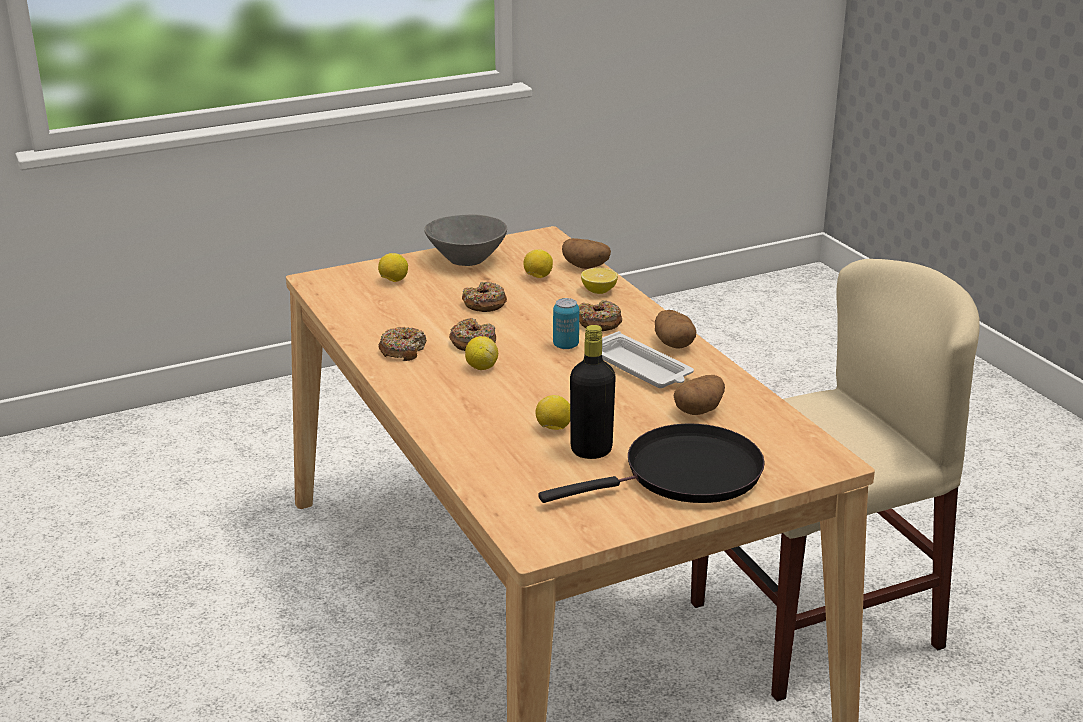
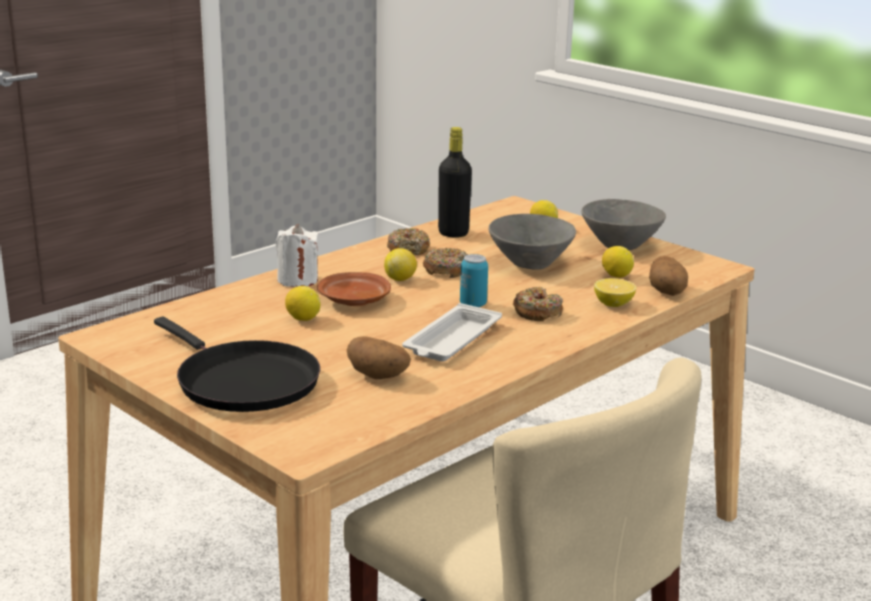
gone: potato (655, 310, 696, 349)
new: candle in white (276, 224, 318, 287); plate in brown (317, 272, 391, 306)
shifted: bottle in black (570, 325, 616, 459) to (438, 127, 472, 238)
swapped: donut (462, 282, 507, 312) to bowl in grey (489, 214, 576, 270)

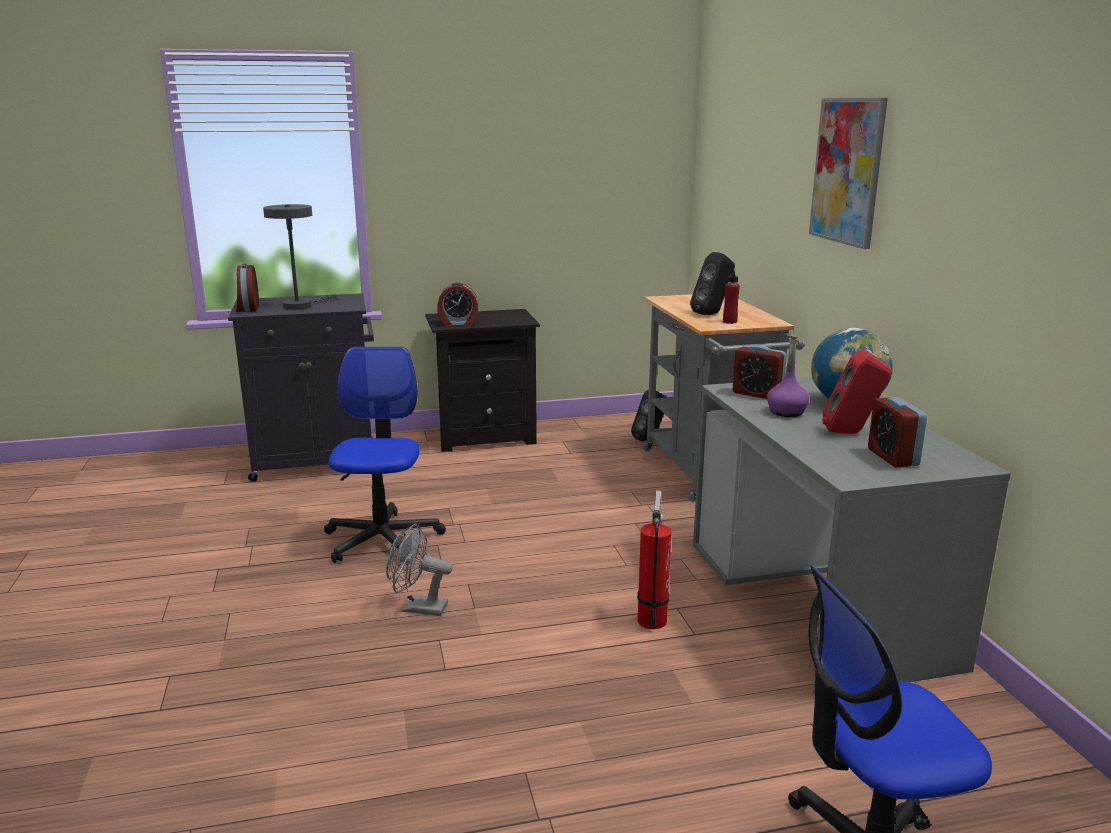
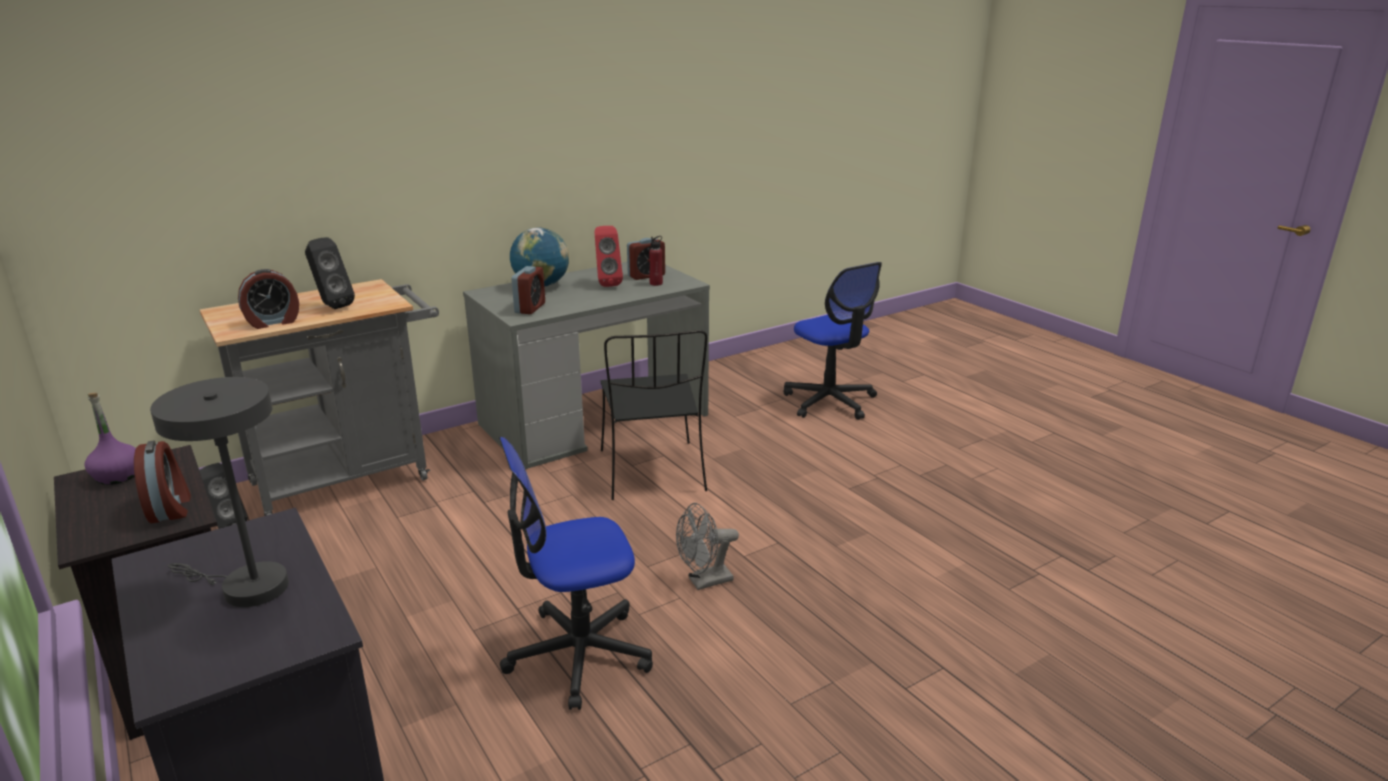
gone: picture (809, 98, 888, 249)
shifted: alarm clock (236, 263, 259, 312) to (238, 269, 299, 329); bottle in red (723, 269, 740, 324) to (649, 236, 663, 286); bottle in purple (767, 335, 809, 417) to (84, 393, 136, 485)
swapped: fire extinguisher (637, 491, 671, 629) to chair in black (600, 330, 707, 500)
rotated: fan in grey (386, 523, 452, 616) = (676, 503, 739, 590) 75 degrees clockwise

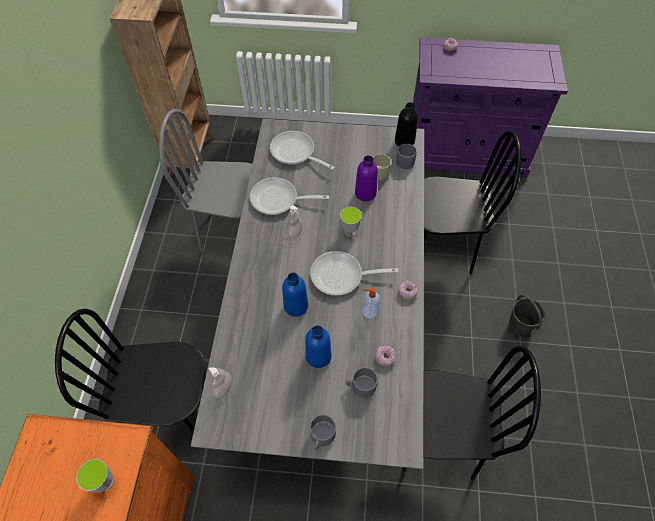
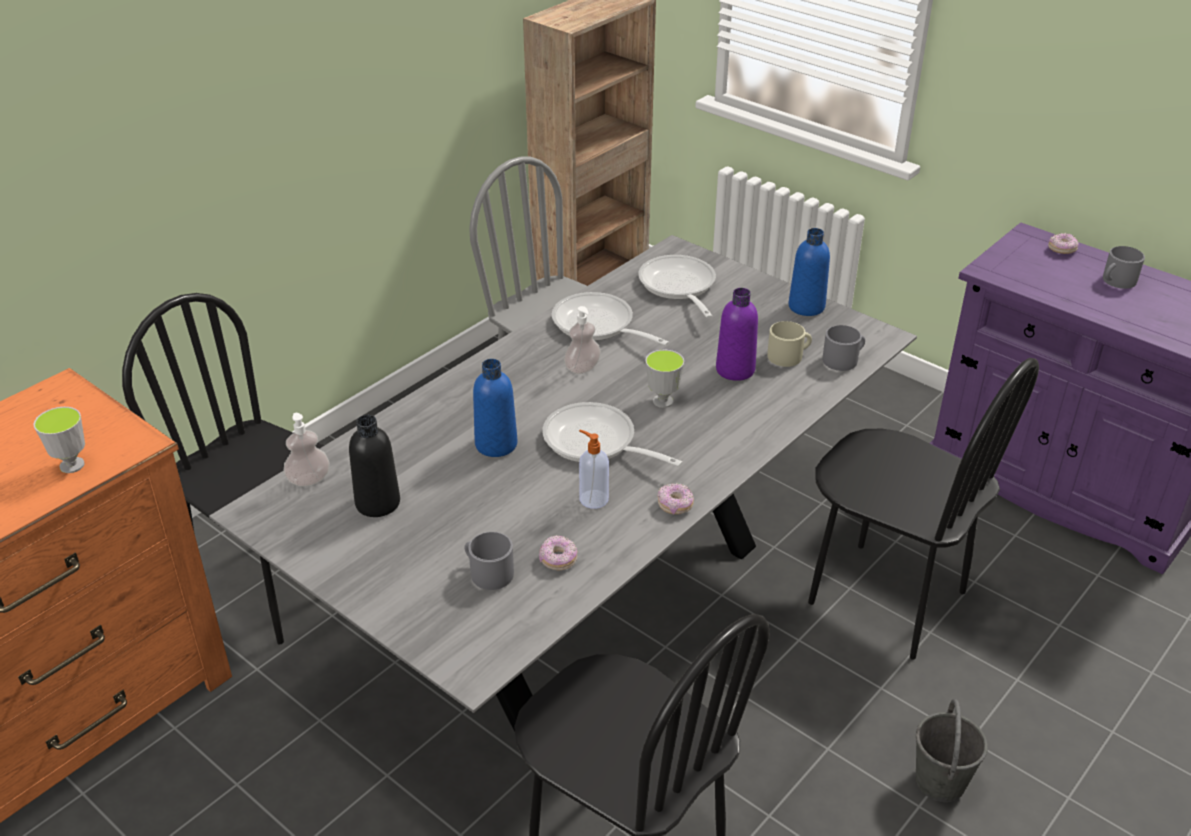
shifted: bottle in blue (305, 325, 332, 368) to (789, 228, 830, 316); mug in grey (310, 414, 336, 450) to (1103, 246, 1145, 289); bottle in black (395, 102, 418, 147) to (349, 415, 400, 517)

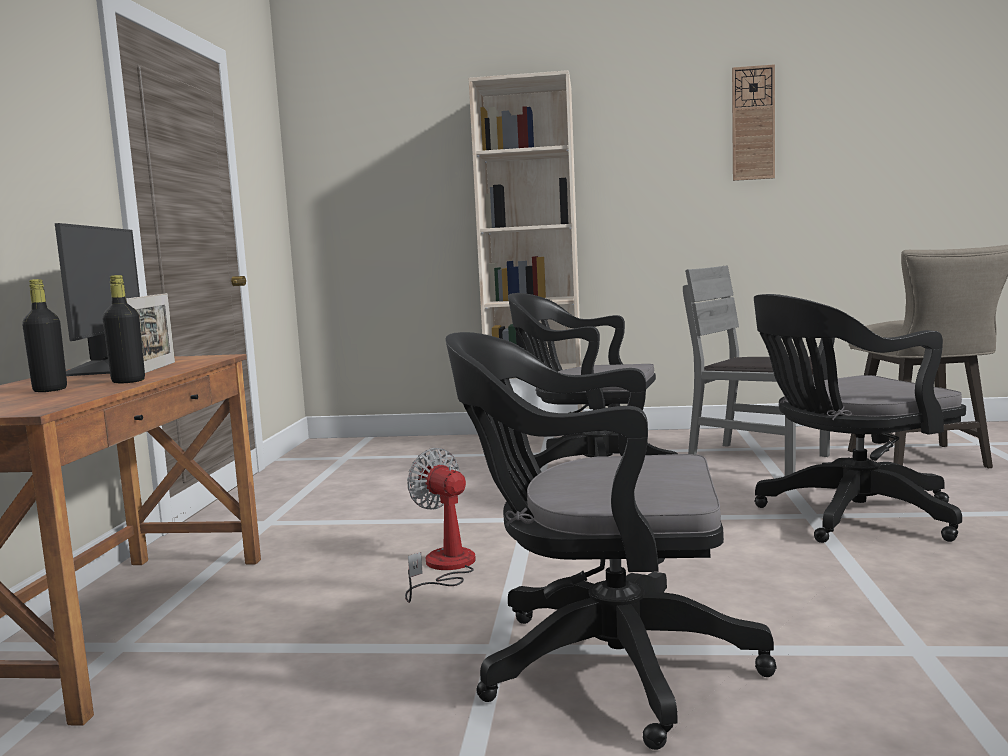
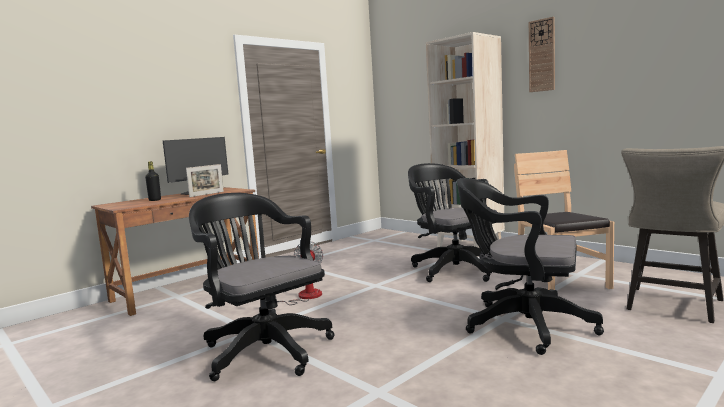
gone: bottle in black (102, 275, 145, 383)
shifted: wall clock (732, 64, 775, 181) to (529, 17, 555, 92)
repainted: chair in grey (683, 266, 830, 476) to chair in brown (514, 150, 614, 290)

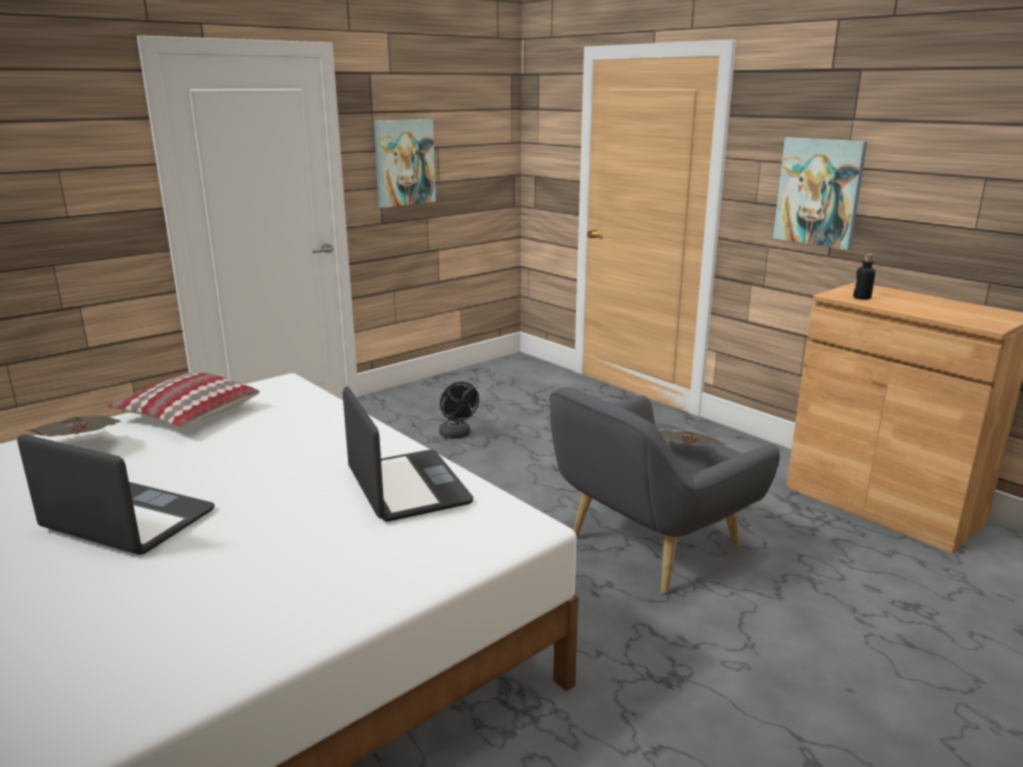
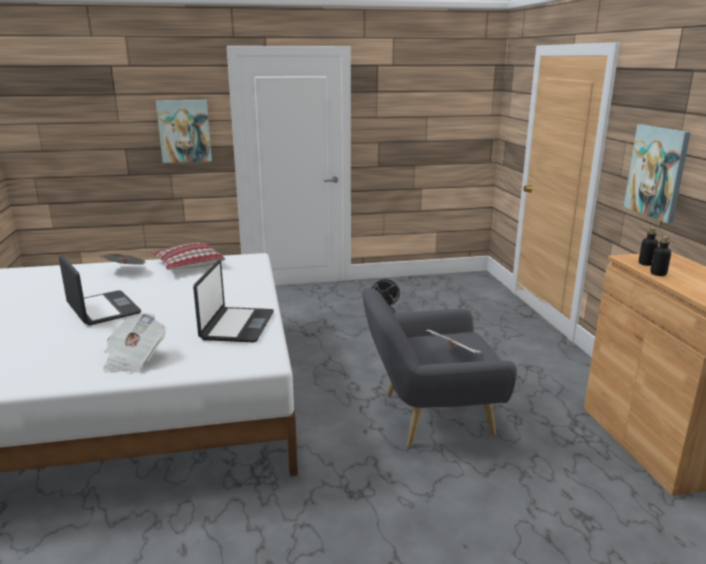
new: newspaper (103, 313, 166, 373); bottle (650, 236, 671, 276)
shifted: picture (374, 119, 436, 208) to (156, 100, 212, 163)

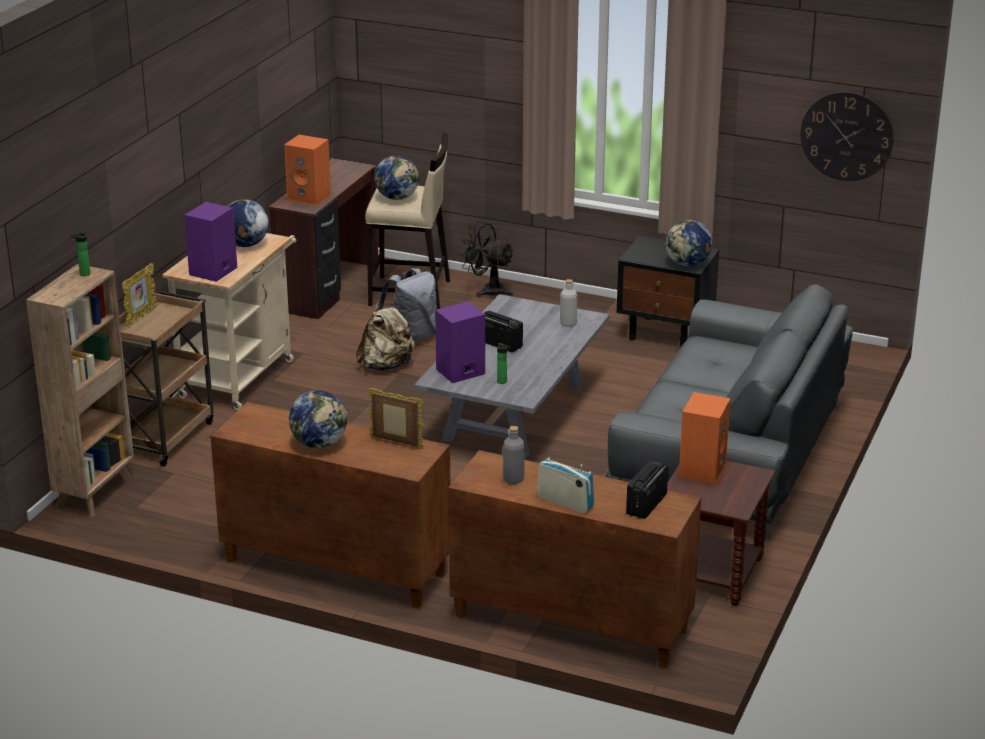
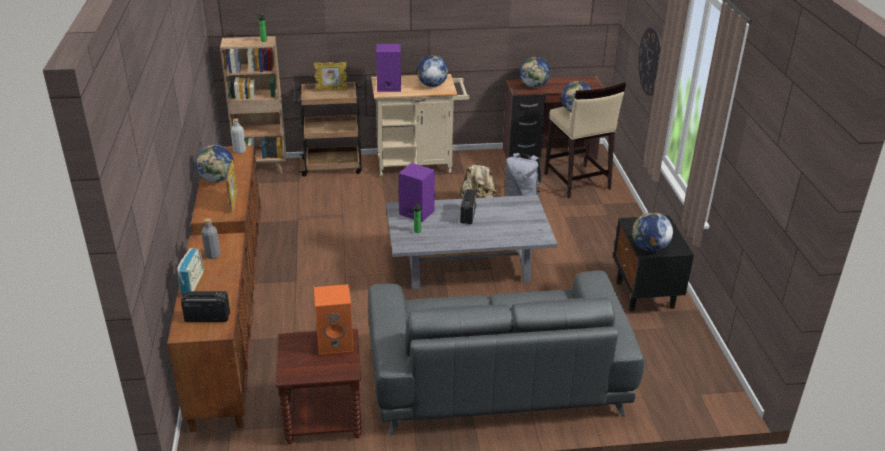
gone: fan in black (461, 222, 514, 298)
shifted: bottle in grey (560, 279, 578, 327) to (231, 119, 246, 154); wall clock (800, 91, 894, 181) to (638, 28, 662, 96)
swapped: speaker in orange (284, 135, 331, 205) to globe (520, 57, 550, 88)

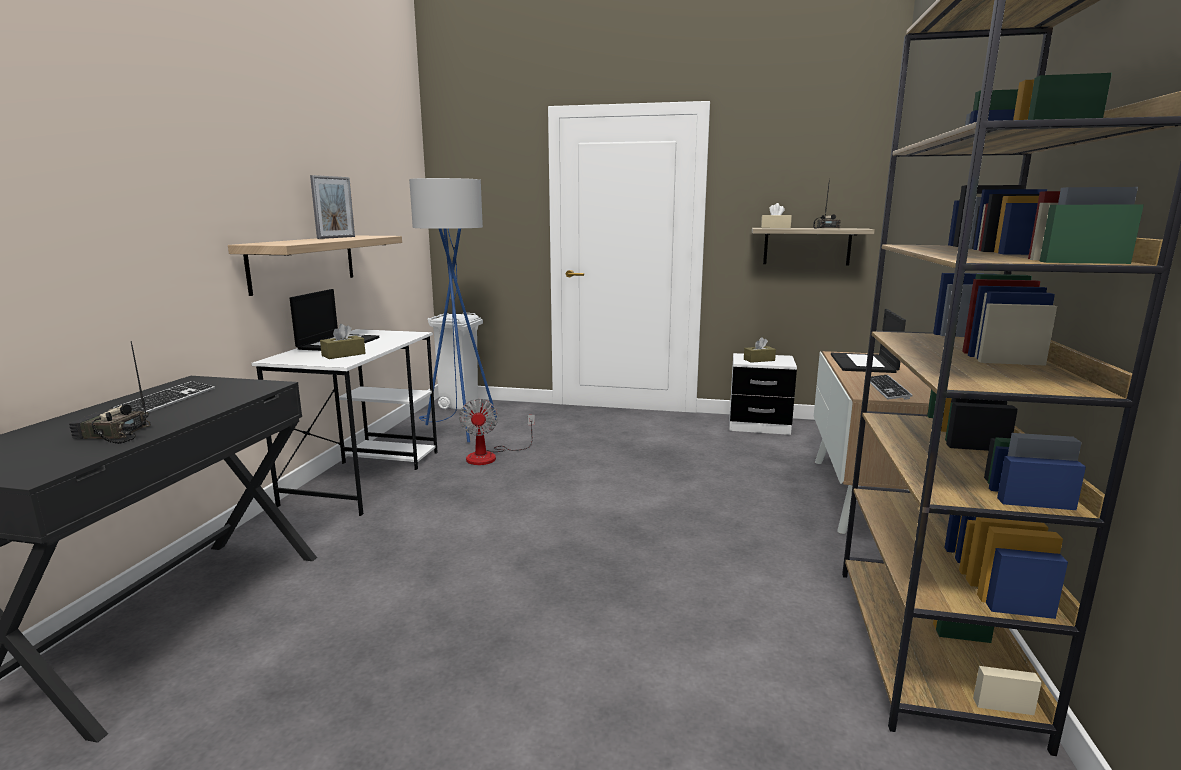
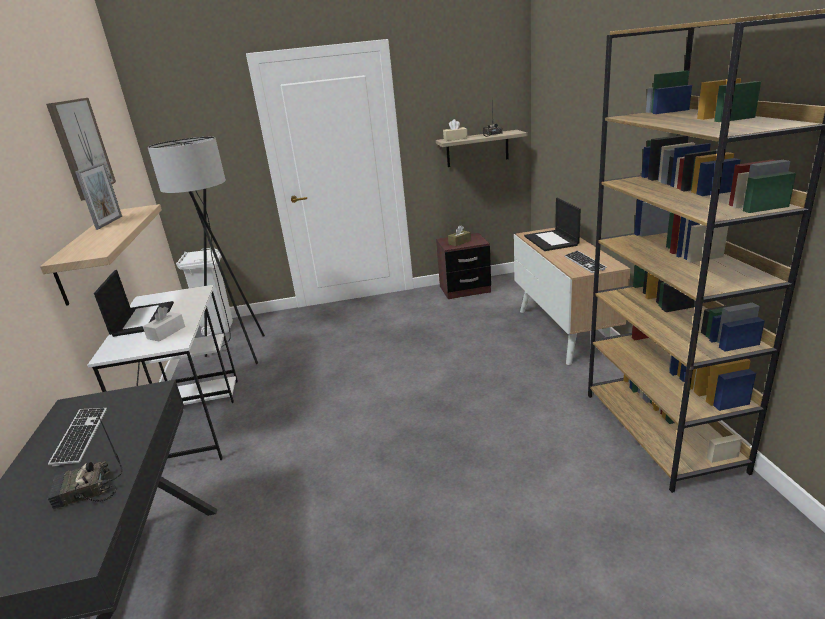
gone: fan (459, 399, 535, 465)
new: picture (46, 98, 116, 201)
repainted: tissue box in brown (320, 324, 366, 359) to tissue box in white (143, 307, 185, 342); floor lamp in blue (409, 178, 497, 442) to floor lamp in black (148, 137, 265, 364); nightstand in white (729, 353, 797, 435) to nightstand in brown (436, 233, 491, 299)

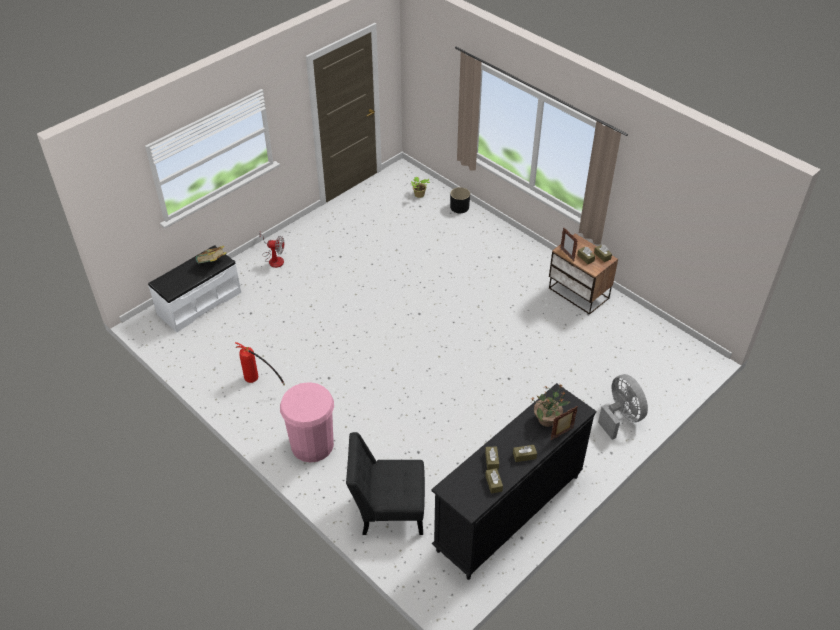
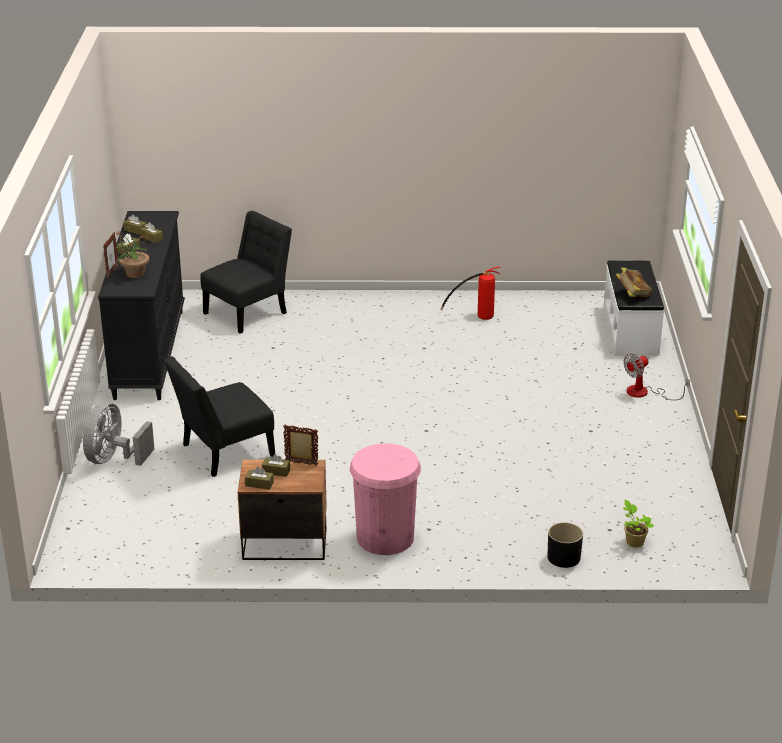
new: chair in black (164, 356, 275, 477)
shifted: trash can in pink (280, 382, 334, 462) to (350, 443, 421, 555)
rotated: fan in grey (598, 374, 648, 440) = (83, 402, 154, 466) 90 degrees clockwise

